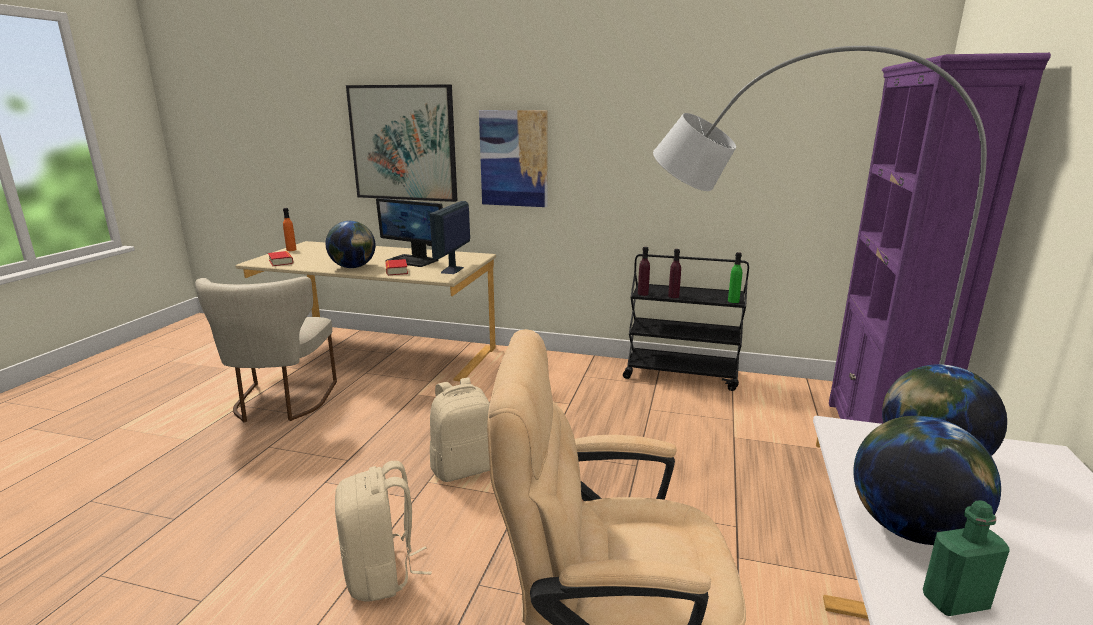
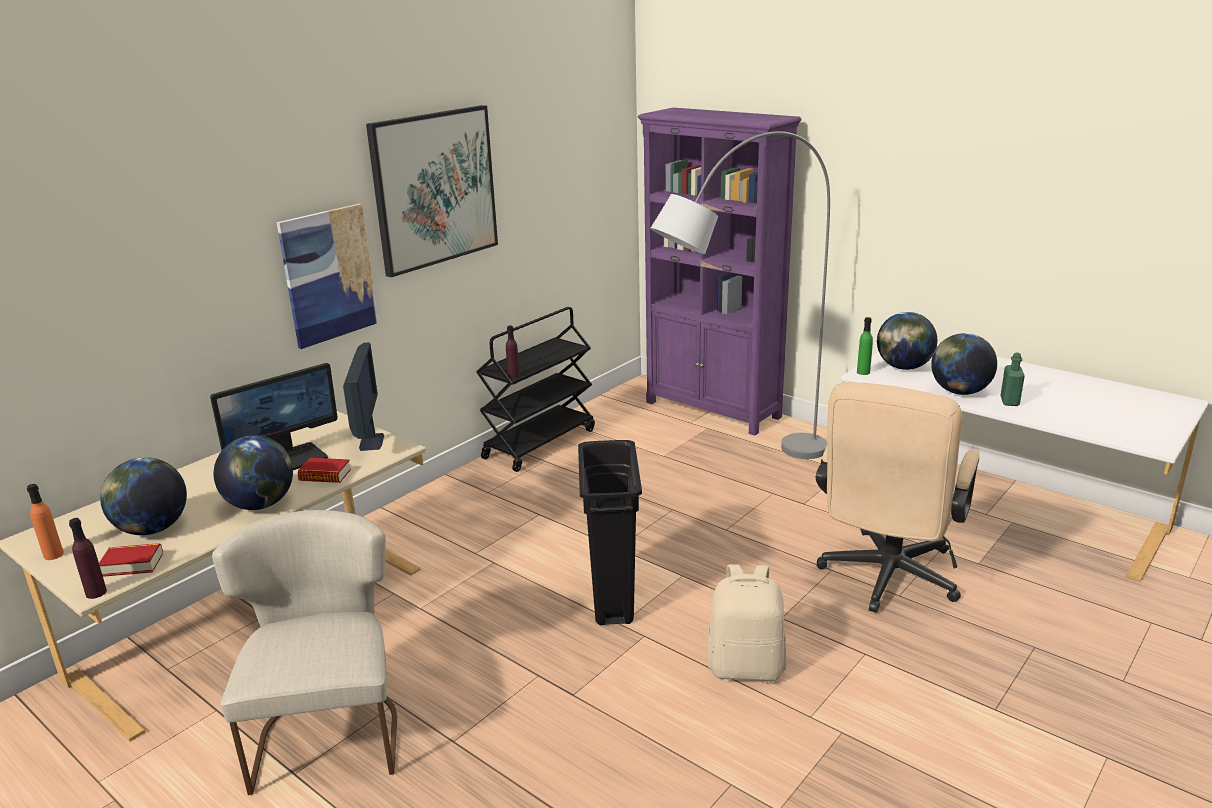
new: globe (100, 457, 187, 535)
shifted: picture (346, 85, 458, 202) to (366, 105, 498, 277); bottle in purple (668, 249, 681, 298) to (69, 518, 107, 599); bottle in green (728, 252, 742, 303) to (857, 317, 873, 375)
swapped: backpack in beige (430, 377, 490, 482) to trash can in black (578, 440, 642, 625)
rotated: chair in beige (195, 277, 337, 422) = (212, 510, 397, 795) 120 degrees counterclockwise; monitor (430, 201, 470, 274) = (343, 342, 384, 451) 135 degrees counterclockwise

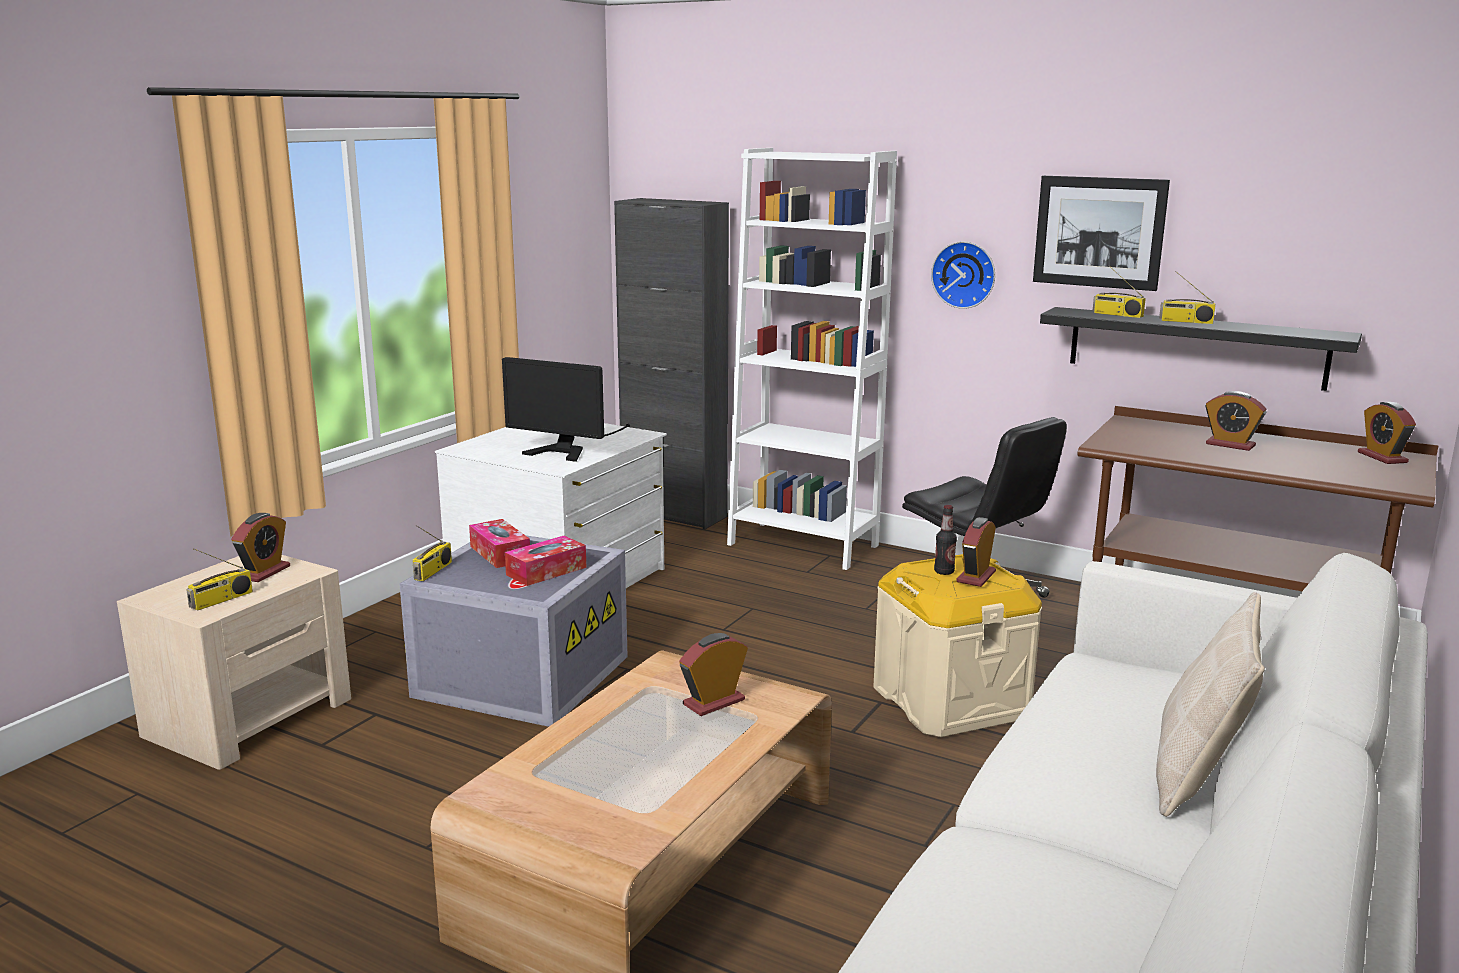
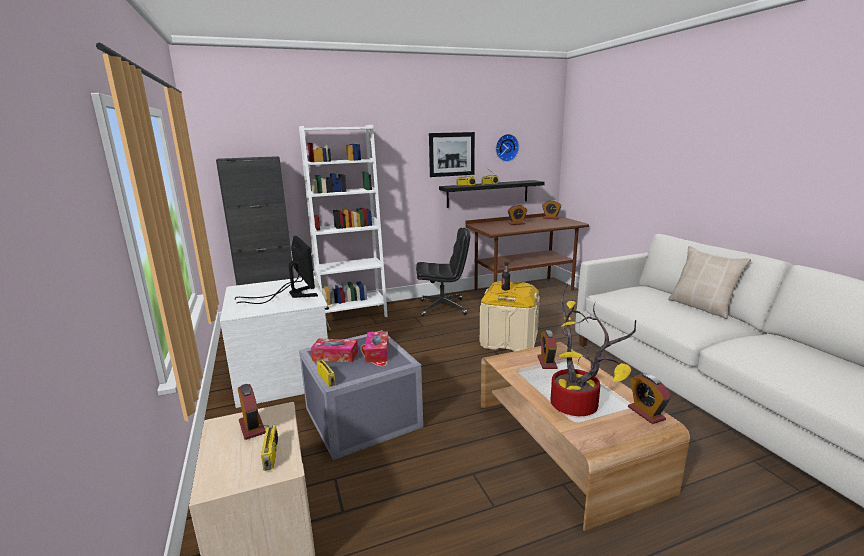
new: potted plant (551, 284, 636, 416)
shifted: wall clock (931, 241, 995, 309) to (496, 134, 519, 162); alarm clock (956, 517, 996, 587) to (628, 374, 671, 424)
rotated: monitor (502, 357, 630, 462) = (235, 236, 318, 304) 90 degrees counterclockwise

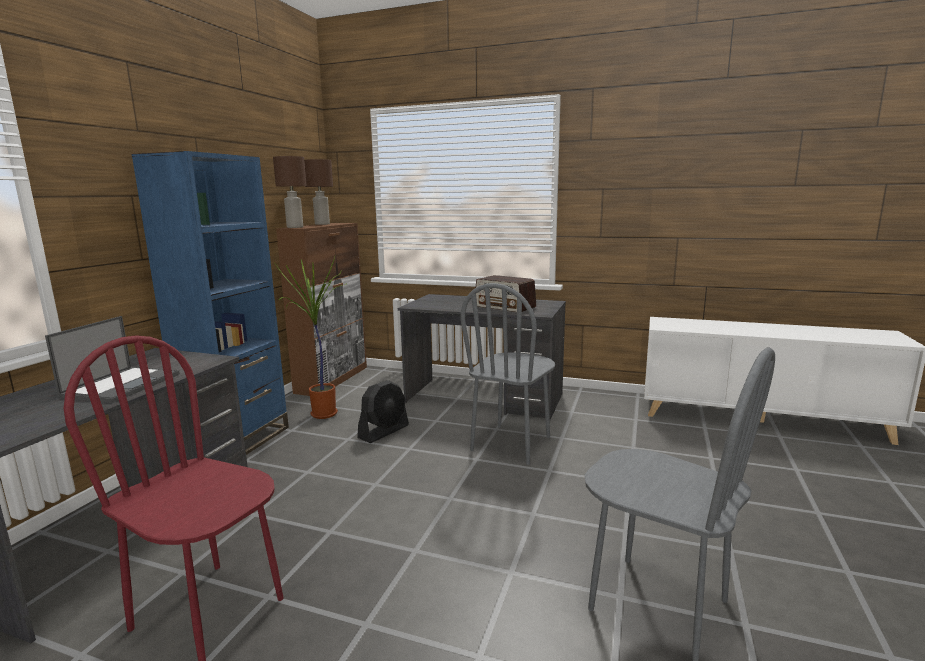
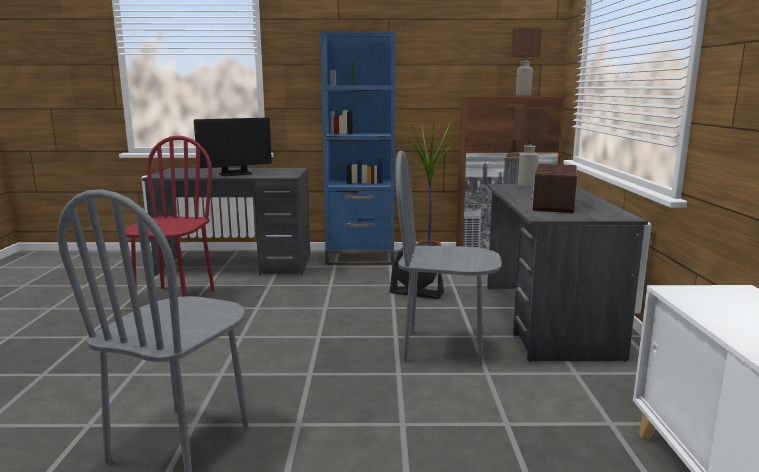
shifted: table lamp in brown (273, 156, 307, 228) to (513, 107, 550, 188)
swapped: laptop (45, 316, 180, 403) to monitor (194, 117, 272, 176)

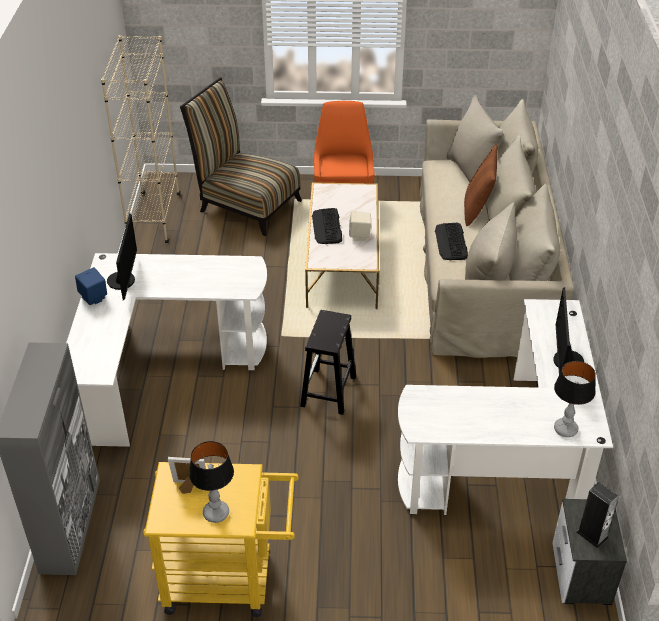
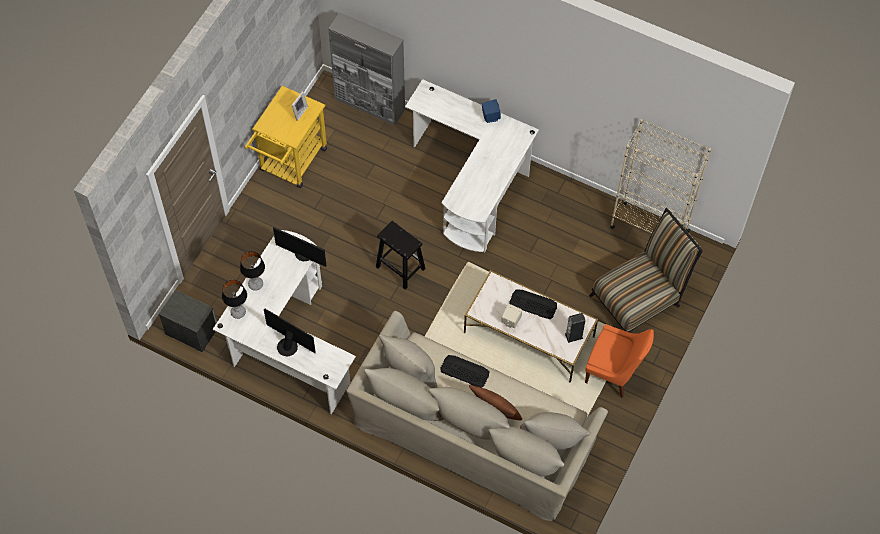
shifted: monitor (107, 213, 137, 300) to (273, 227, 326, 267); table lamp (189, 441, 234, 523) to (240, 251, 265, 291); speaker (577, 482, 619, 548) to (565, 313, 585, 343)

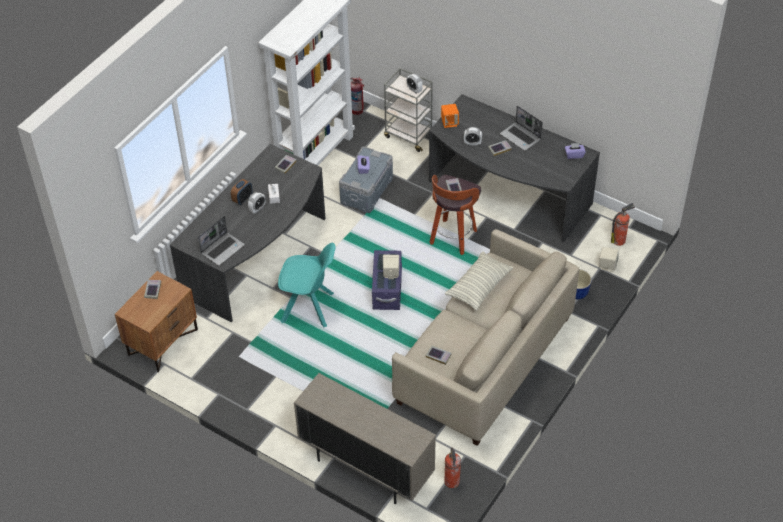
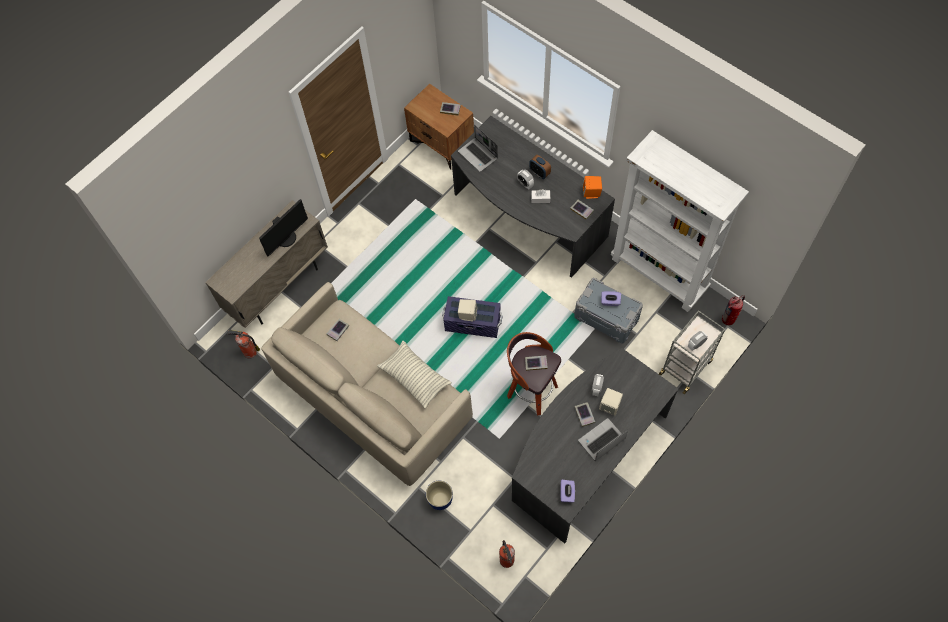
gone: chair in turquoise (278, 243, 336, 327)
new: monitor (259, 199, 308, 257)
shifted: speaker in orange (441, 104, 459, 128) to (583, 176, 602, 199); speaker in beige (599, 247, 619, 272) to (599, 388, 623, 415)

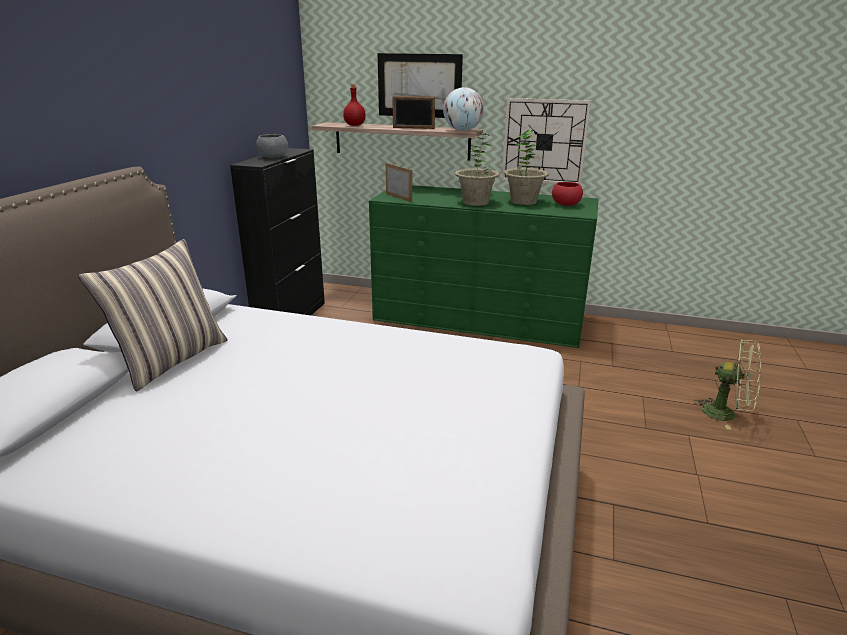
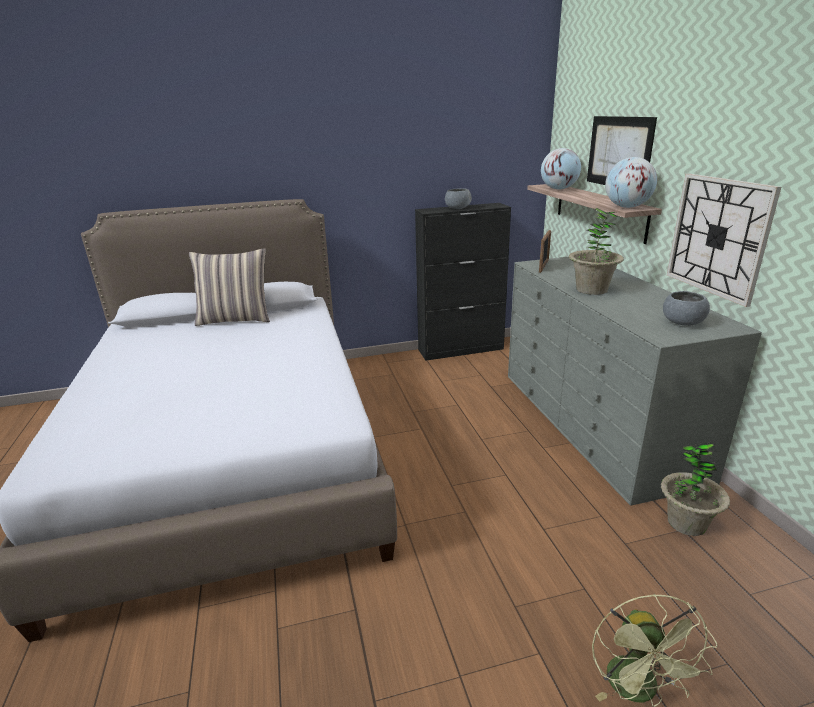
gone: picture frame (392, 96, 435, 129)
shifted: potted plant (504, 130, 549, 205) to (661, 442, 730, 536)
swapped: bottle in red (343, 84, 366, 126) to globe (541, 148, 581, 189)
repainted: dresser in green (369, 185, 599, 348) to dresser in grey (508, 257, 762, 506); bowl in red (552, 182, 583, 206) to bowl in grey (663, 291, 710, 326)

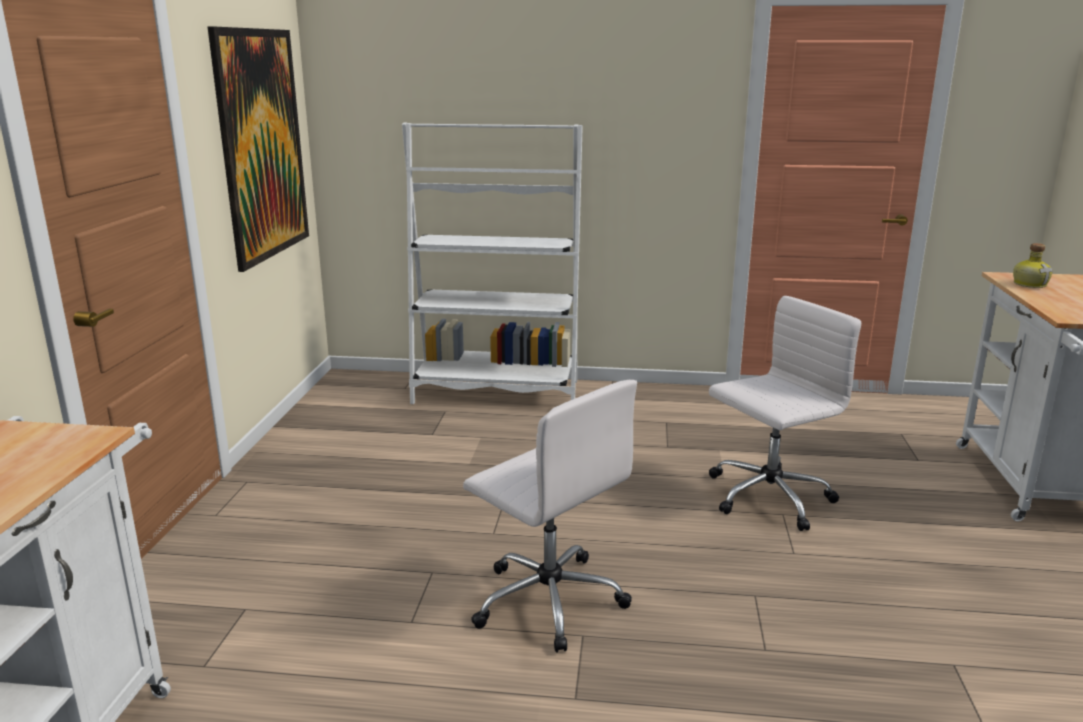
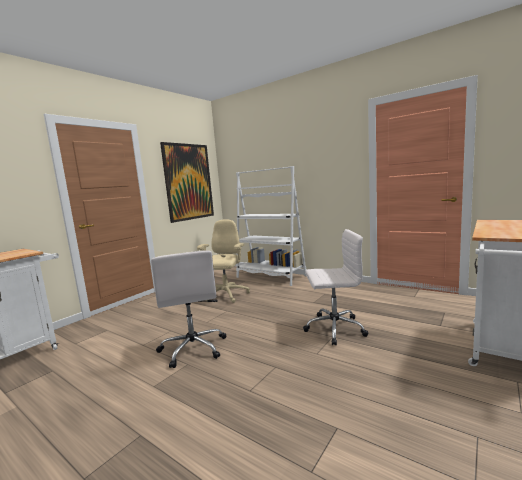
gone: bottle (1013, 243, 1053, 288)
new: office chair in beige (197, 219, 250, 303)

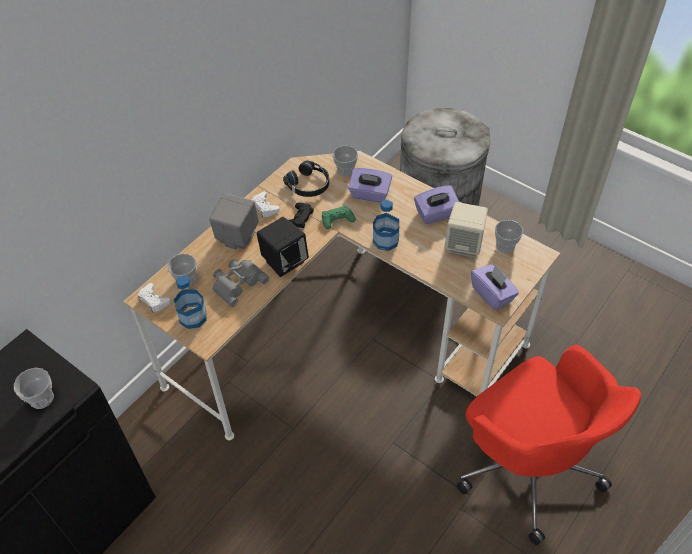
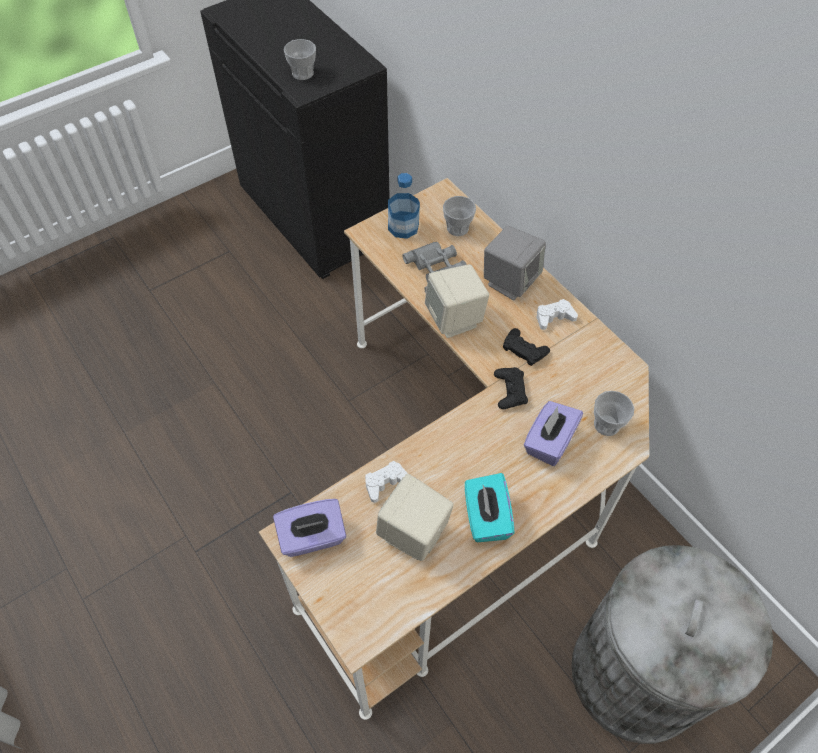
gone: headphones in black (283, 160, 329, 197); bottle (373, 199, 399, 251); office chair in red (457, 345, 641, 545); cup (495, 220, 523, 253)
shifted: game controller in white (138, 283, 171, 313) to (365, 461, 408, 503)
repainted: speaker in black (257, 217, 309, 277) to speaker in beige (425, 264, 489, 338); game controller in green (322, 206, 356, 229) to game controller in black (494, 367, 528, 409); tissue box in purple (414, 186, 459, 224) to tissue box in turquoise (465, 473, 514, 542)

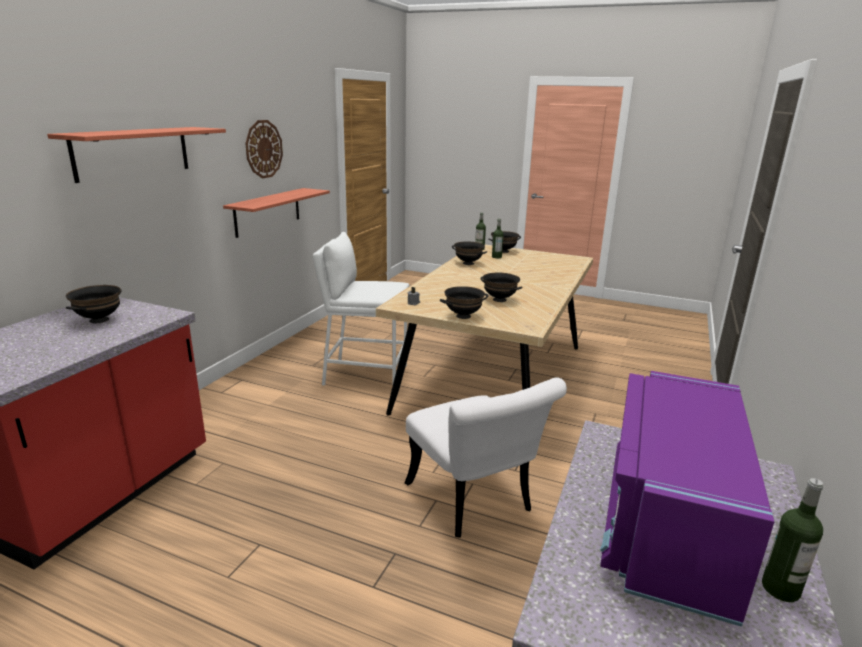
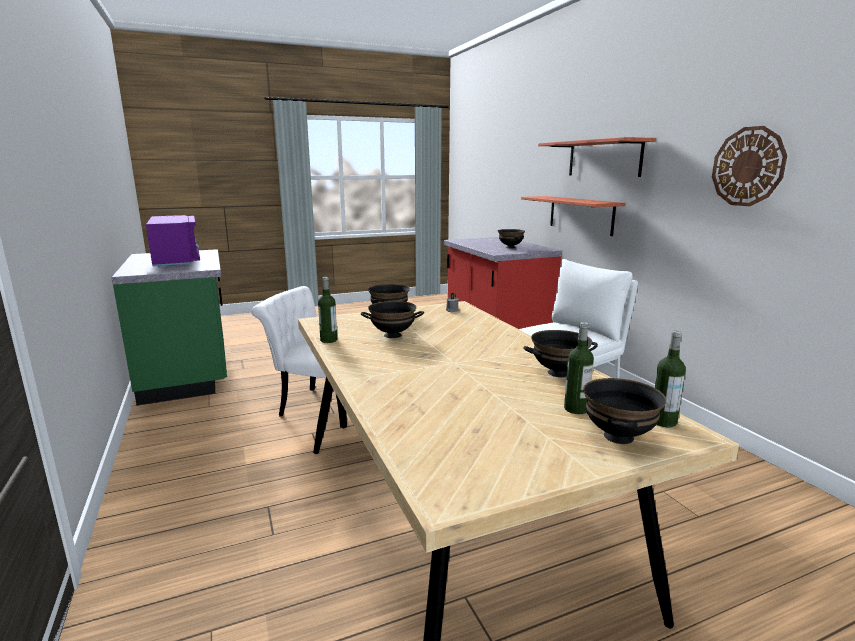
shifted: shelf (223, 188, 330, 238) to (521, 196, 626, 236); bottle (762, 478, 823, 602) to (318, 277, 337, 343)

